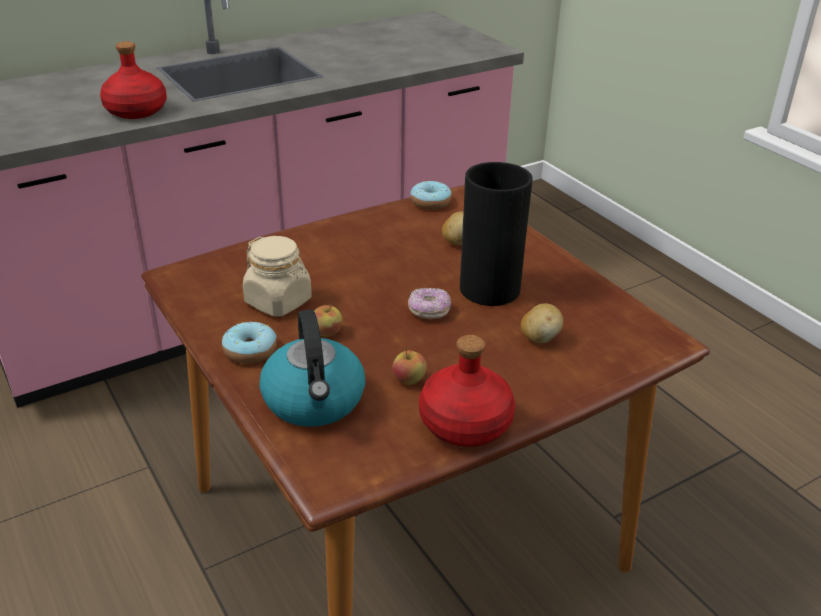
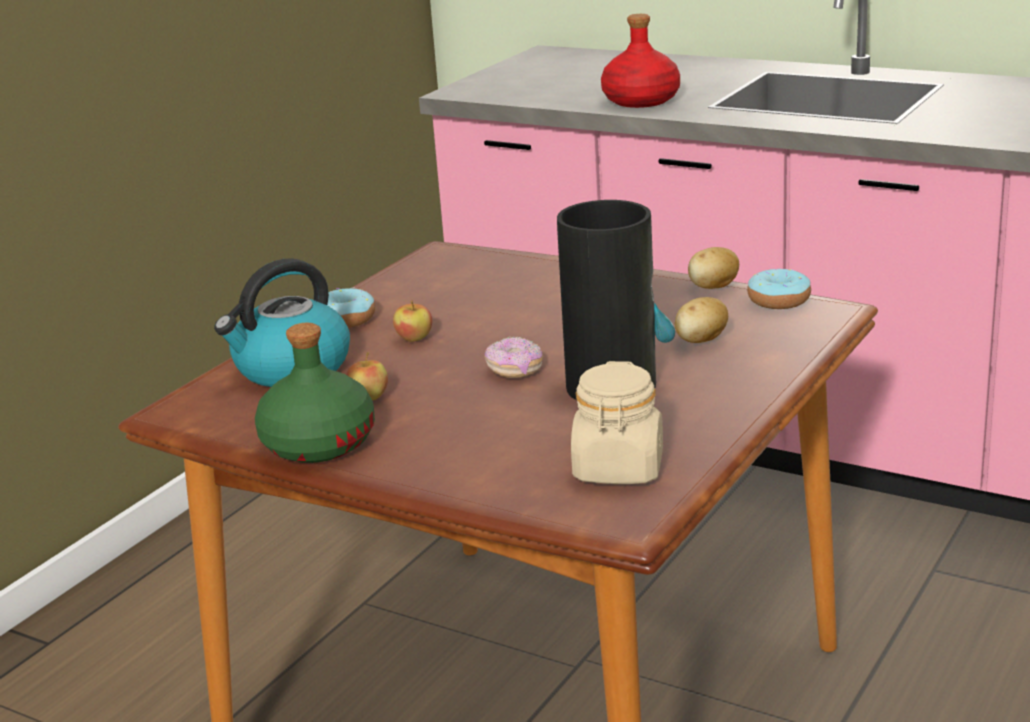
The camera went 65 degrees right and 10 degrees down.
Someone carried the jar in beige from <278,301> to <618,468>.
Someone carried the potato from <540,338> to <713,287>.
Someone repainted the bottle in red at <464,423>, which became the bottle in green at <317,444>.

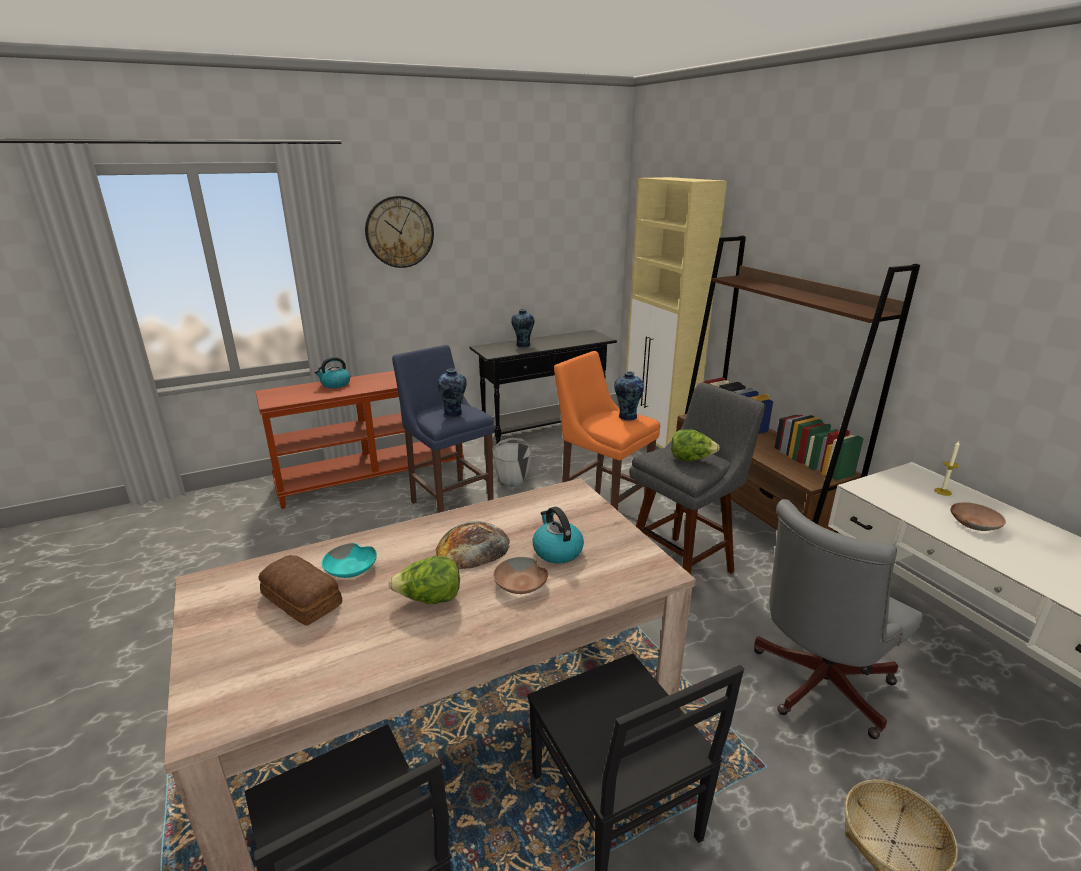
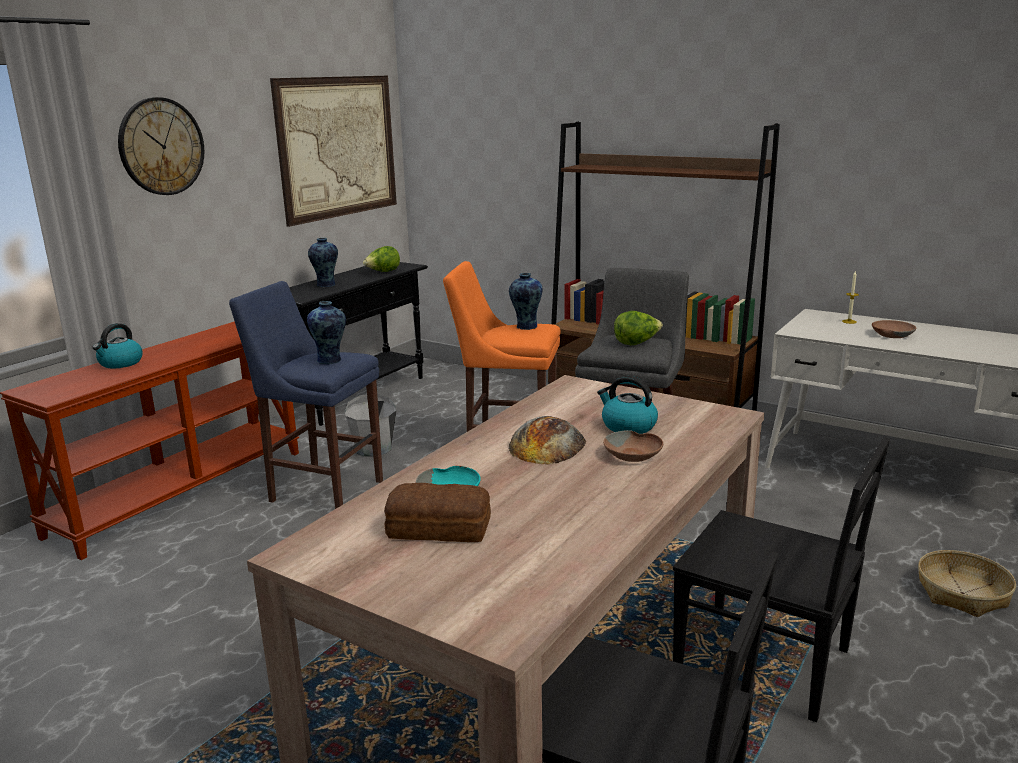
The camera went 30 degrees left and 5 degrees down.
Someone took away the cabinet in beige at <657,449>.
Someone took away the office chair in grey at <815,686>.
Someone put up the picture at <338,147>.
Someone carried the lettuce from <429,599> to <383,272>.

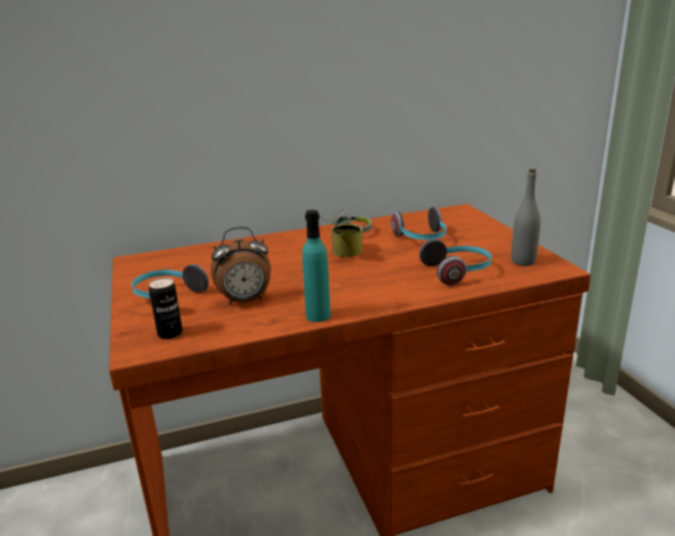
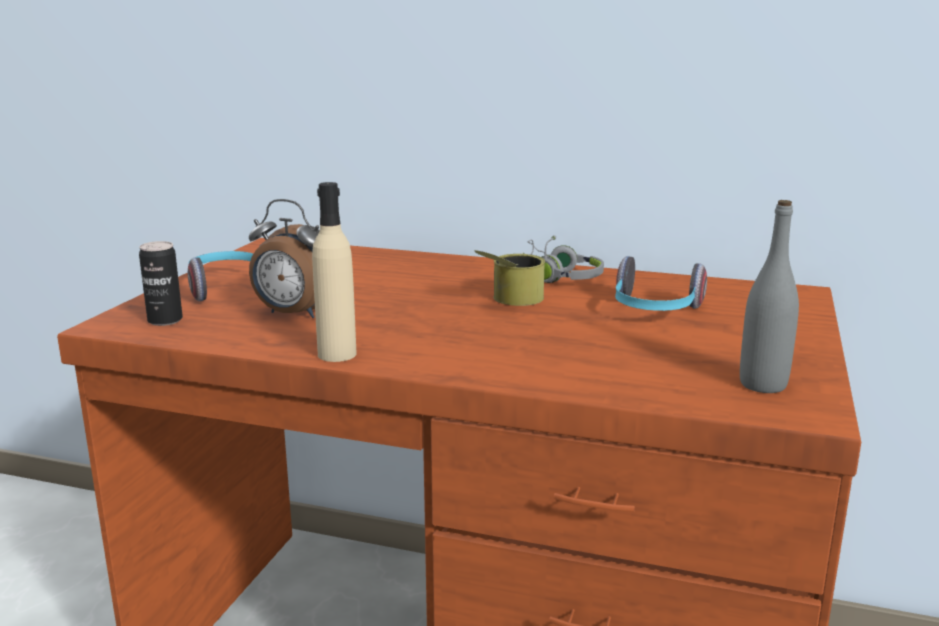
The camera went 35 degrees right and 5 degrees down.
Someone took away the headphones at <458,272>.
Someone repainted the bottle in turquoise at <318,316>, which became the bottle in beige at <337,354>.

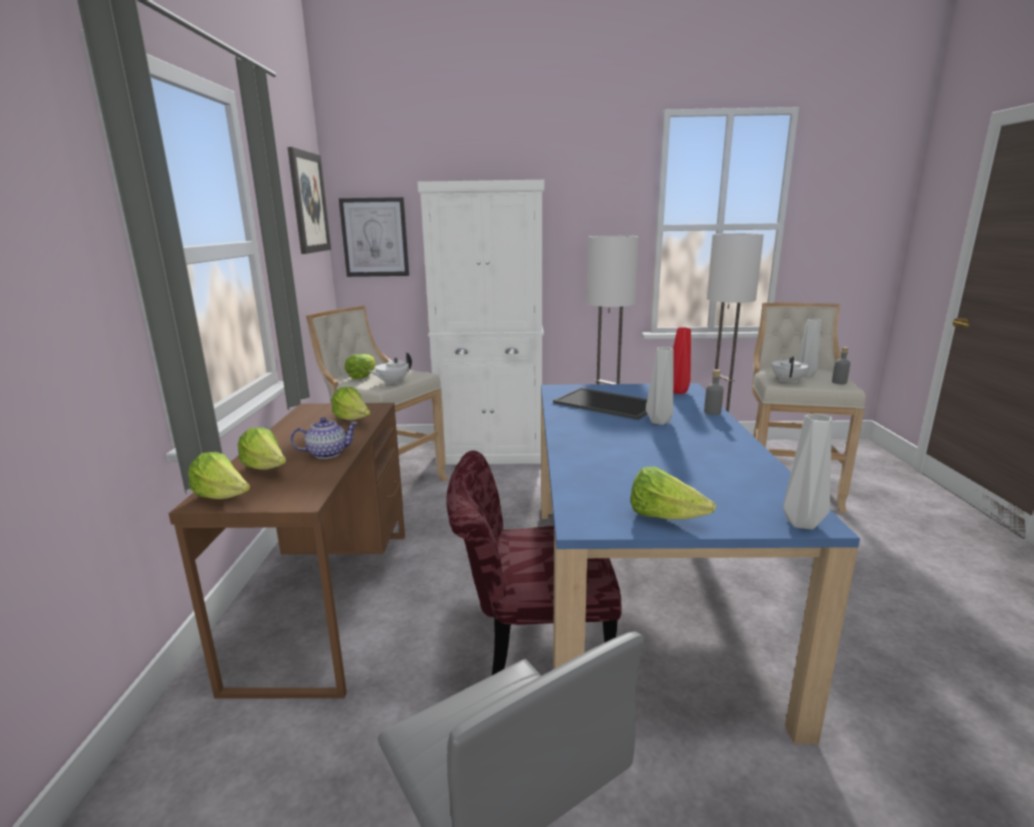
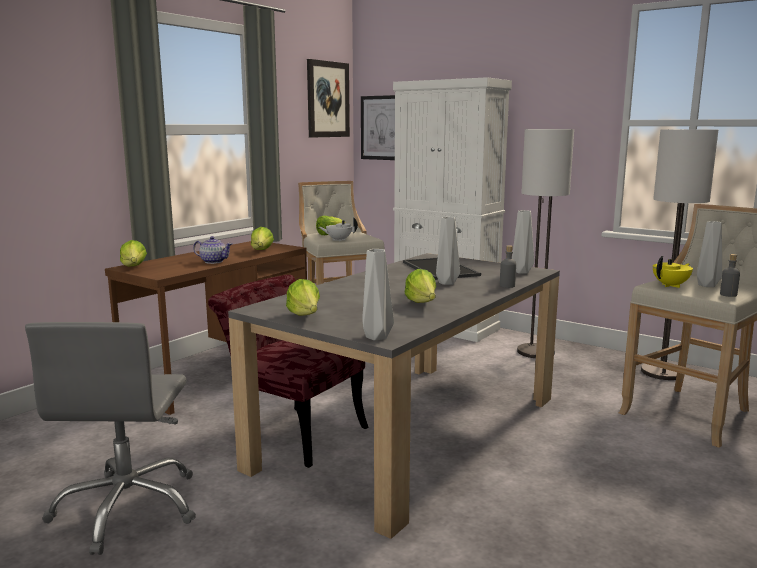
The camera went 35 degrees right and 5 degrees down.
Someone carried the lettuce from <266,469> to <422,304>.
Someone repainted the dining table in blue at <638,592>, which became the dining table in grey at <411,430>.
Someone repainted the vase in red at <679,392>, which became the vase in grey at <521,272>.
Someone repainted the teapot in white at <788,381>, which became the teapot in yellow at <671,285>.

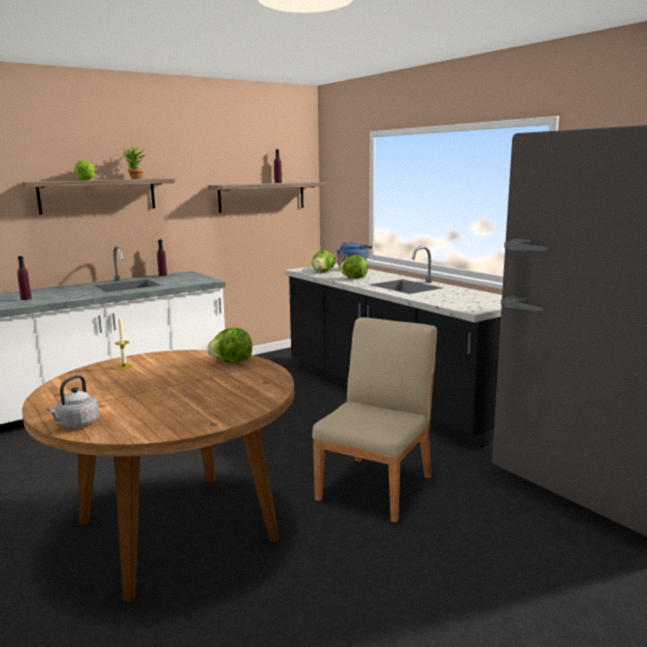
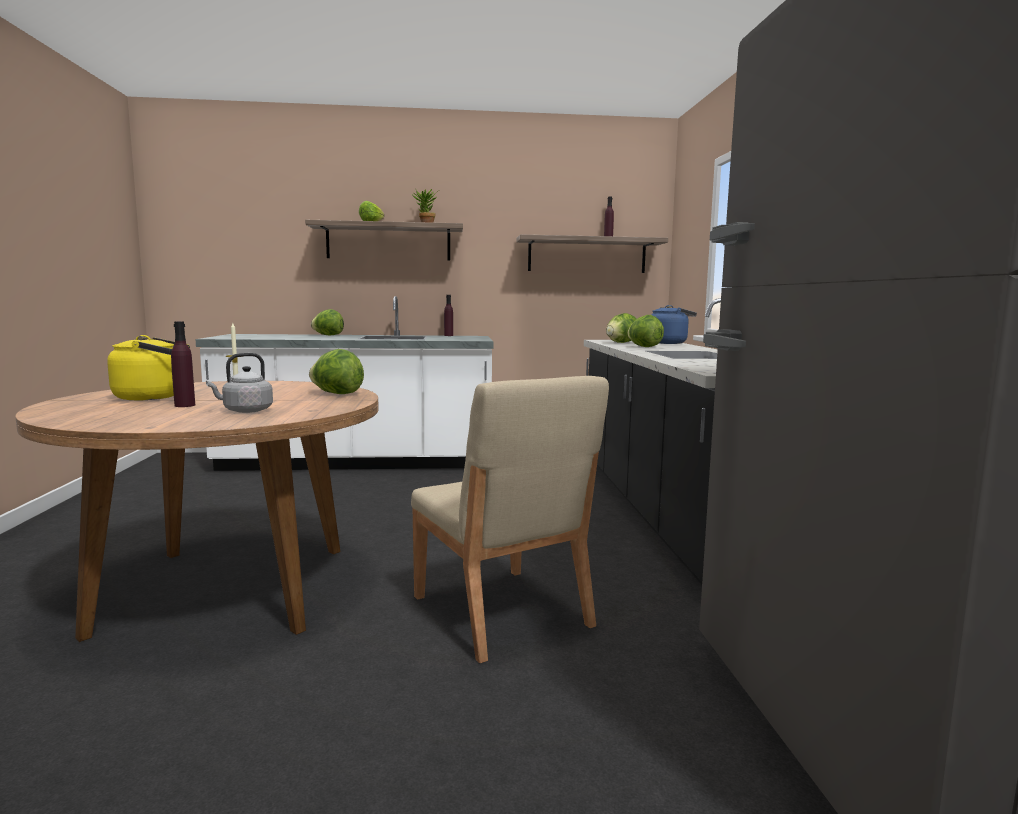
The camera went 30 degrees right and 5 degrees down.
Someone put down the kettle in yellow at <154,397>.
Someone put down the lettuce at <328,335>.
Someone carried the bottle in purple from <26,299> to <185,405>.
Someone carried the kettle in grey from <76,424> to <245,411>.
Someone rotated the chair in beige at <376,487> by 90 degrees clockwise.

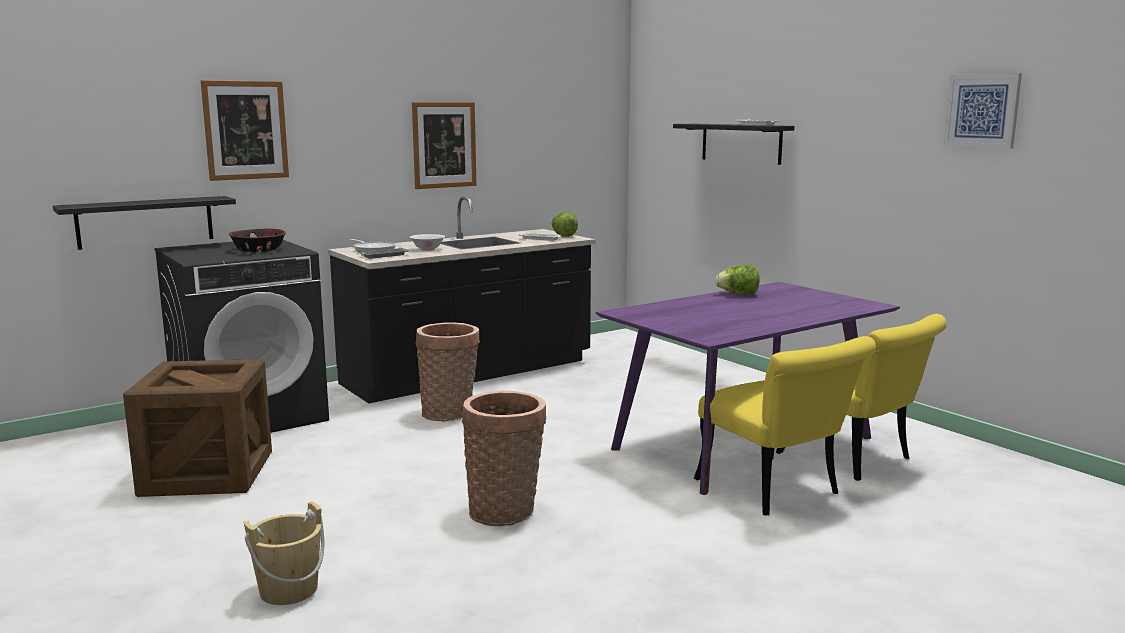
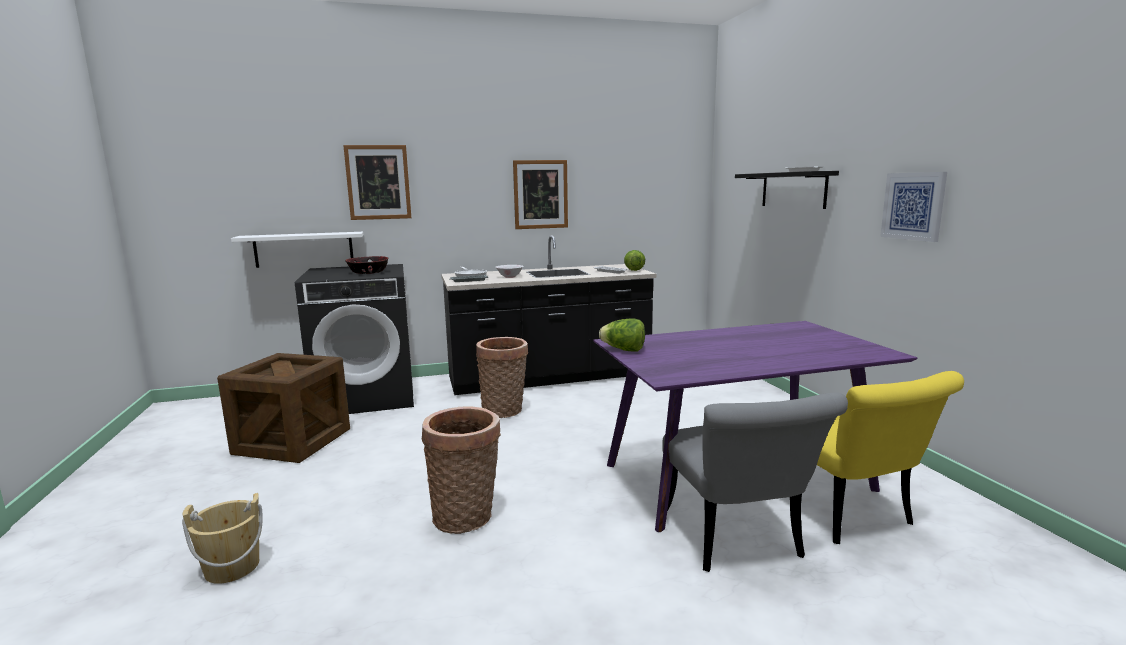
The camera went 20 degrees right and 0 degrees up.
Someone carried the lettuce from <738,294> to <623,350>.
Someone carried the picture from <982,111> to <913,206>.
Someone repainted the shelf in black at <145,222>, which became the shelf in white at <304,249>.
Someone repainted the chair in yellow at <777,491>, which became the chair in grey at <737,542>.

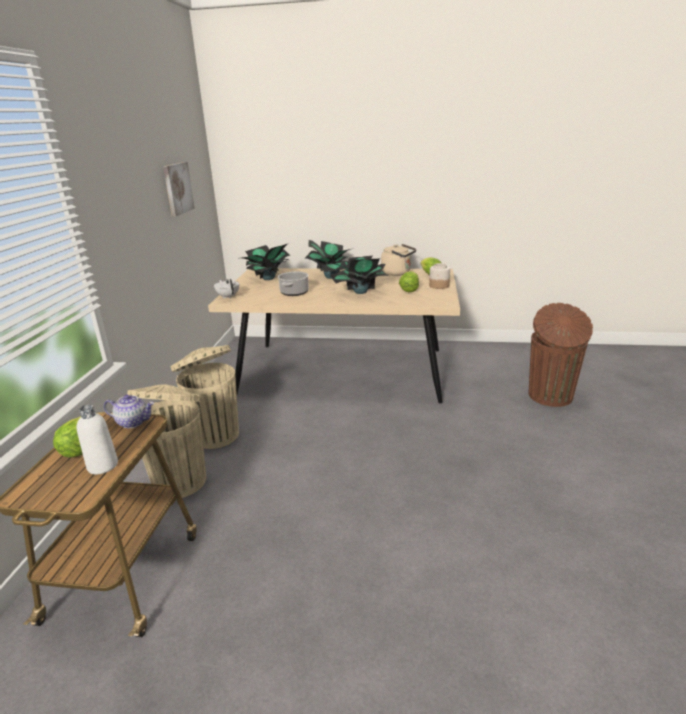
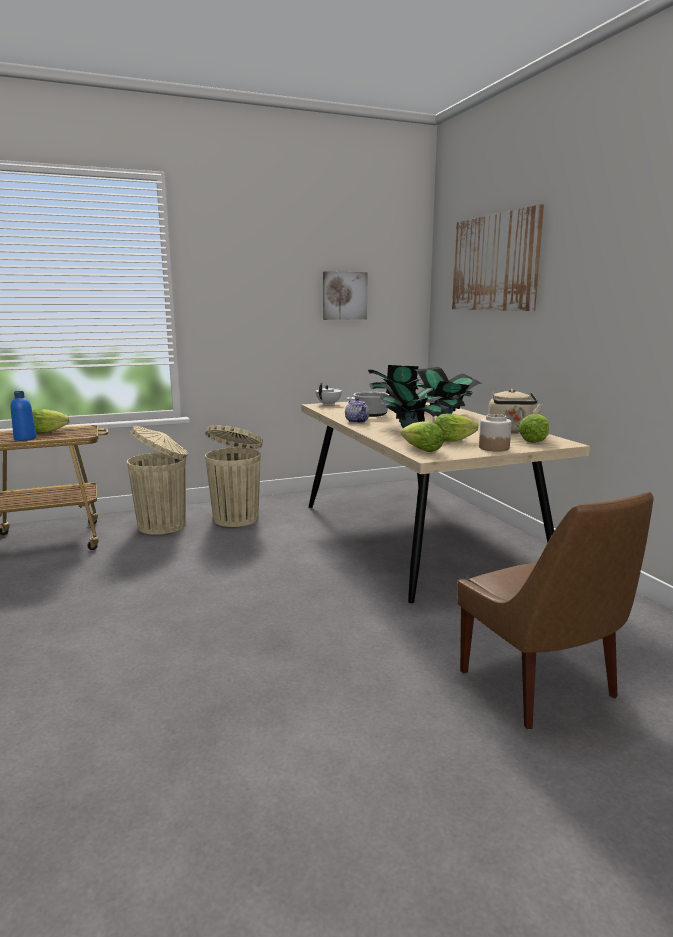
The camera went 60 degrees right and 10 degrees down.
Someone put down the lettuce at <422,450>.
Someone put up the picture at <494,263>.
Someone carried the teapot from <133,422> to <357,421>.
Someone swapped the trash can in brown at <550,396> for the chair in brown at <540,687>.
Someone repainted the bottle in white at <103,466>, which became the bottle in blue at <25,438>.

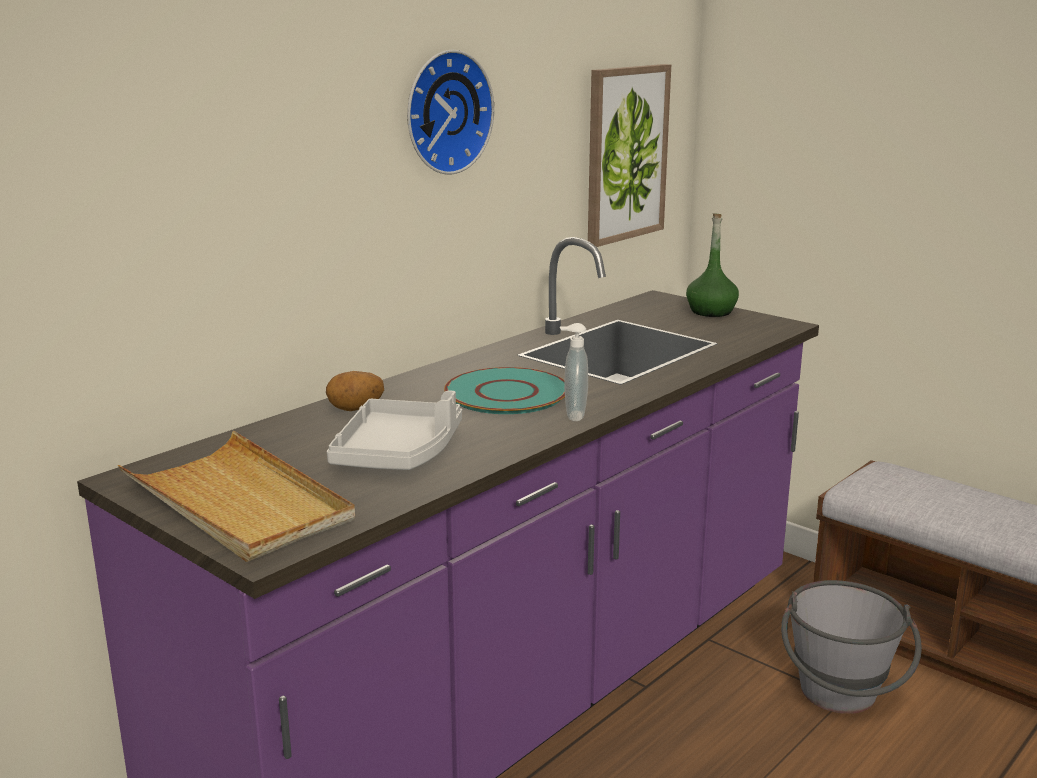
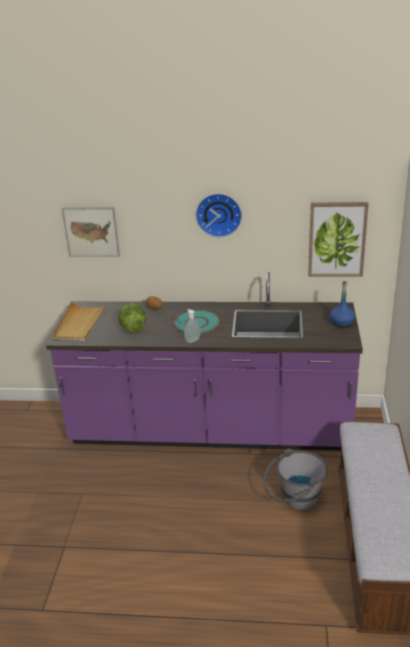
The camera went 55 degrees right and 10 degrees up.
Someone put up the picture at <91,231>.
Someone swapped the tray in grey at <399,453> for the lettuce at <132,328>.
Someone repainted the bottle in green at <711,311>, which became the bottle in blue at <342,323>.

